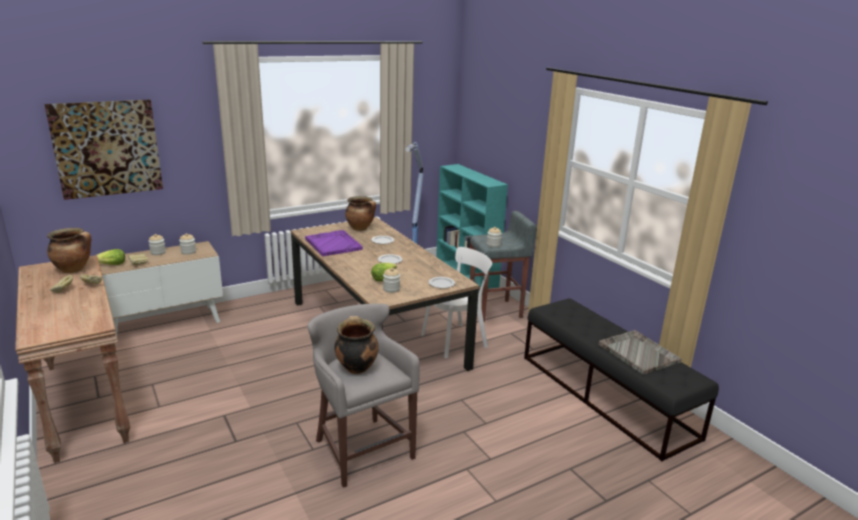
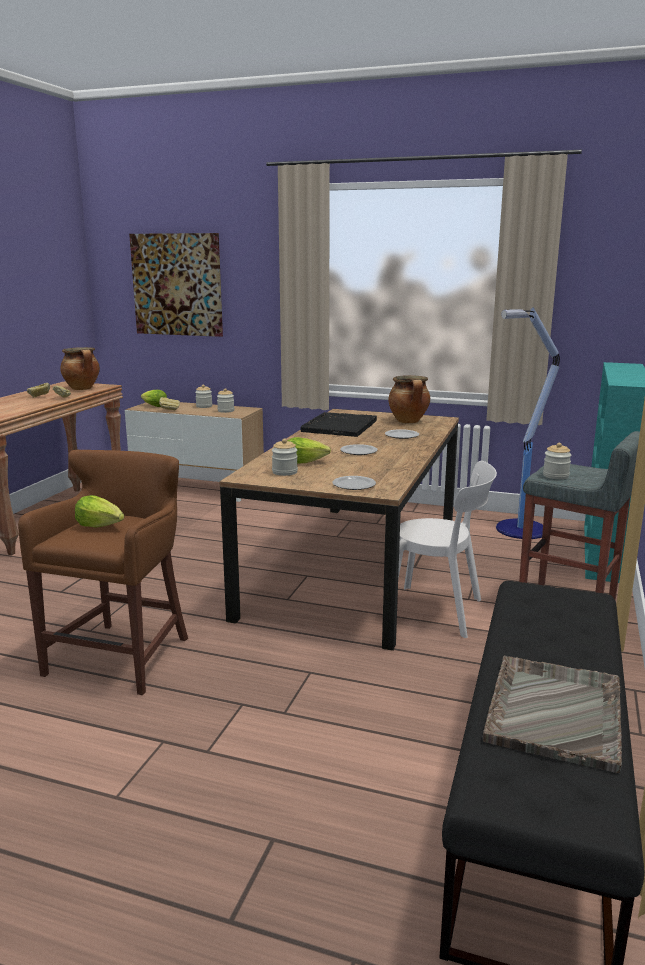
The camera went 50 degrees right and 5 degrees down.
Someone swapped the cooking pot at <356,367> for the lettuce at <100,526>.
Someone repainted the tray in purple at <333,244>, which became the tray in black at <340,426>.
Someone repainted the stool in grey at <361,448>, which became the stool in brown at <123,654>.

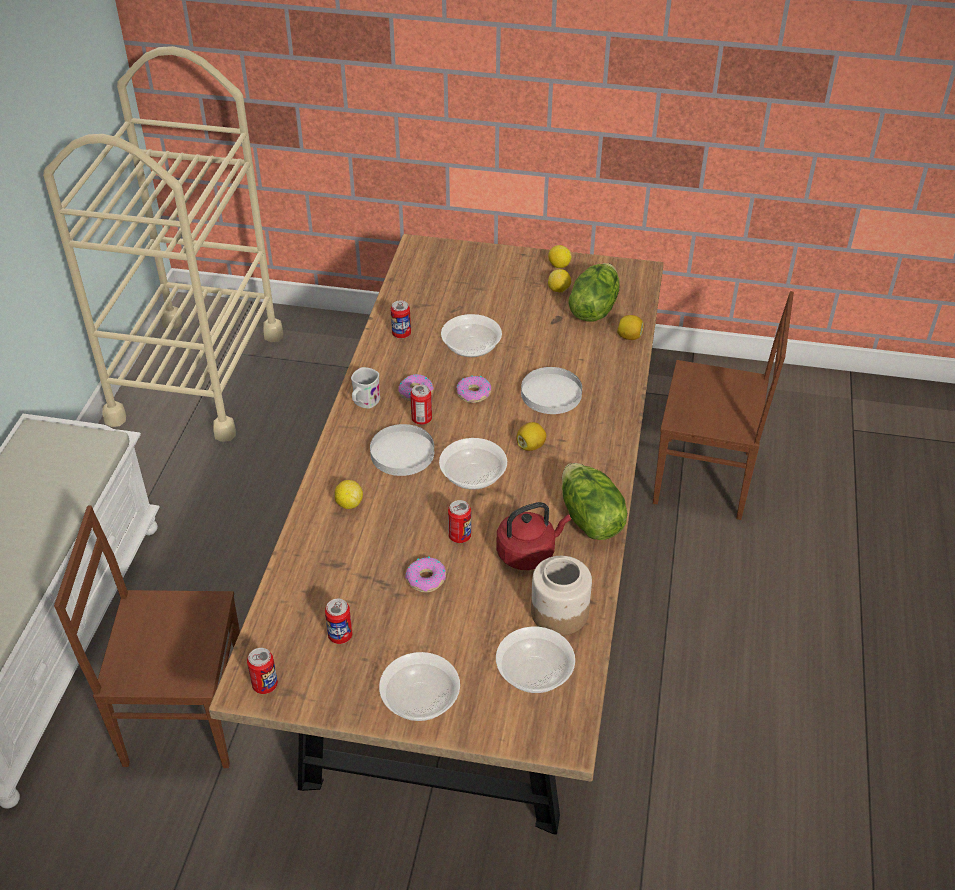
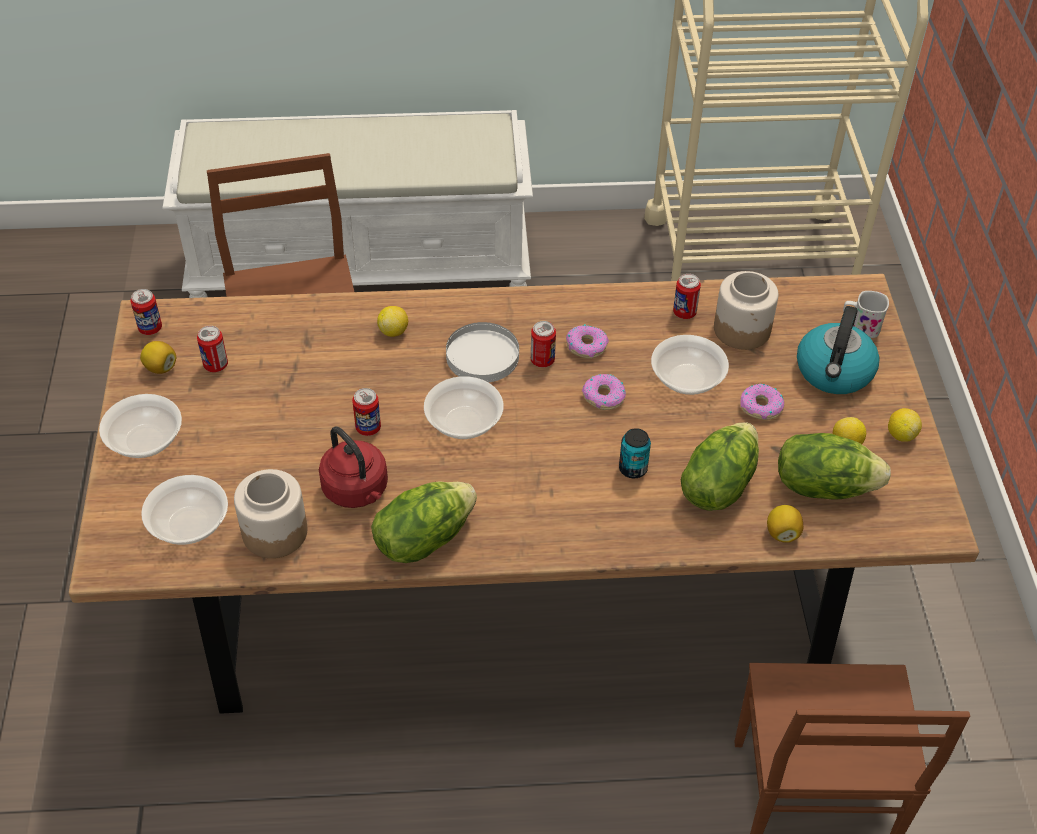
The camera went 75 degrees right and 5 degrees up.
Someone put down the lettuce at <717,485>.
Someone put down the jar at <742,329>.
Someone put down the kettle at <834,372>.
Someone carried the mug in white from <364,403> to <860,327>.
Someone carried the donut from <426,579> to <760,407>.
Someone carried the lemon from <531,446> to <160,367>.
Someone swapped the plate in white at <551,393> for the can at <633,469>.

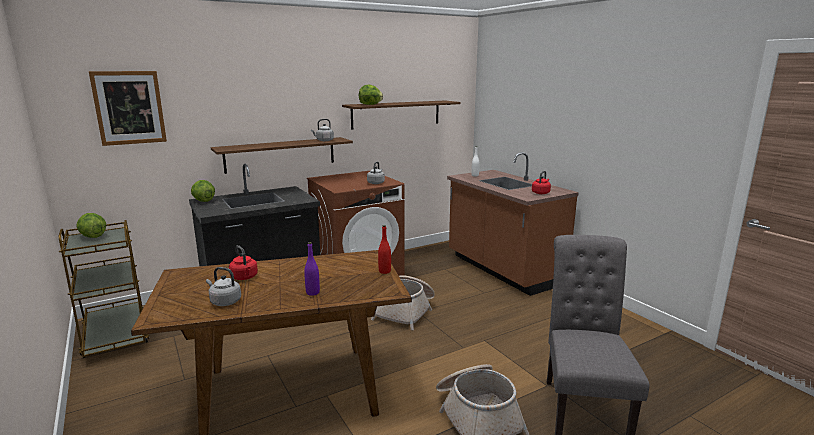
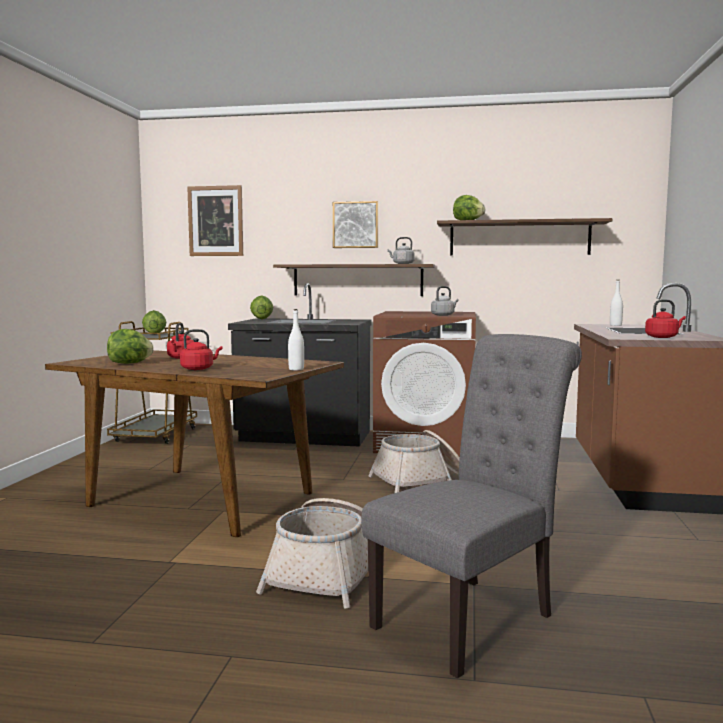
The camera went 40 degrees right and 10 degrees down.
Someone put up the picture at <355,225>.
Someone swapped the kettle in grey at <224,302> for the lettuce at <130,363>.
Someone swapped the bottle in purple at <312,293> for the kettle in red at <199,369>.
Someone repainted the bottle in red at <384,271>, which became the bottle in white at <296,369>.

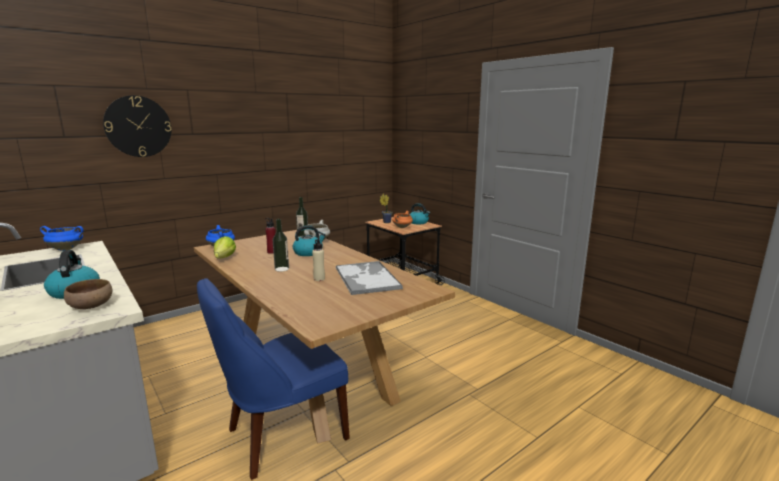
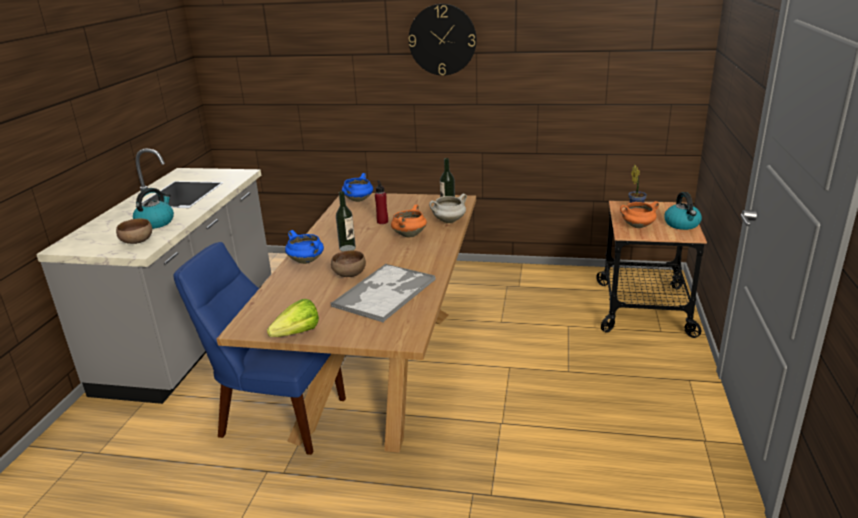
The camera went 50 degrees right and 10 degrees up.
Someone carried the cooking pot in blue from <67,249> to <307,261>.
Someone carried the wall clock from <138,126> to <442,40>.
Someone carried the lettuce from <222,259> to <293,335>.
Someone swapped the kettle at <308,252> for the cooking pot in orange at <409,235>.
Someone swapped the bottle in beige at <319,279> for the bowl in brown at <349,274>.

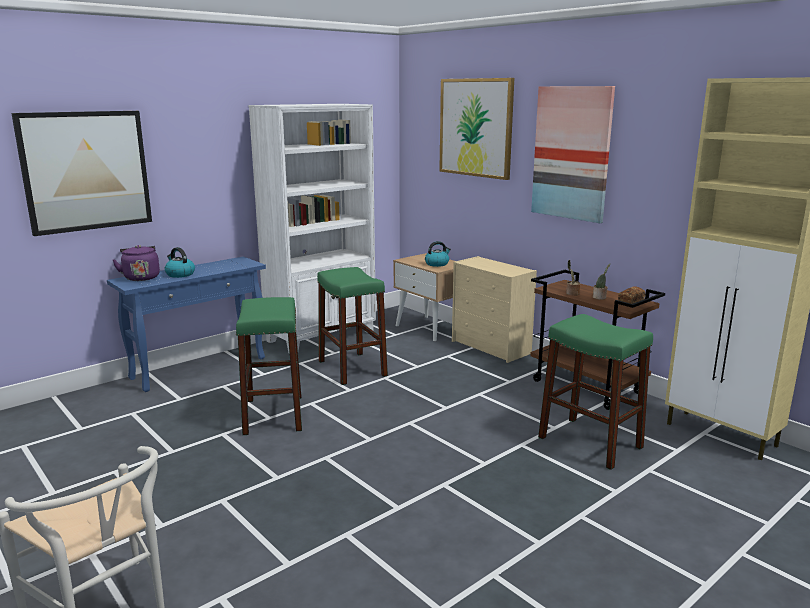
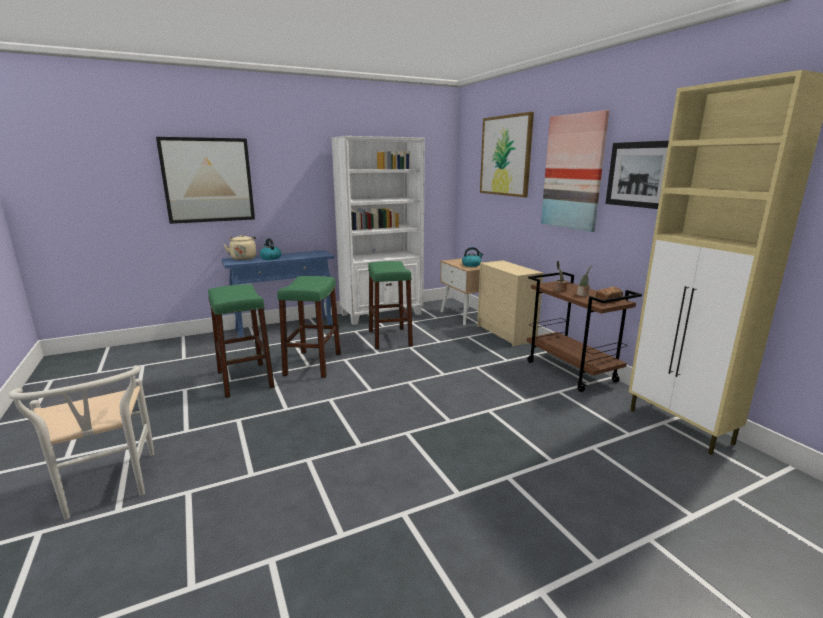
The camera went 15 degrees right and 0 degrees up.
Someone put up the picture at <639,174>.
Someone carried the stool in green from <590,442> to <245,380>.
Someone repainted the kettle in purple at <141,277>, which became the kettle in beige at <243,258>.

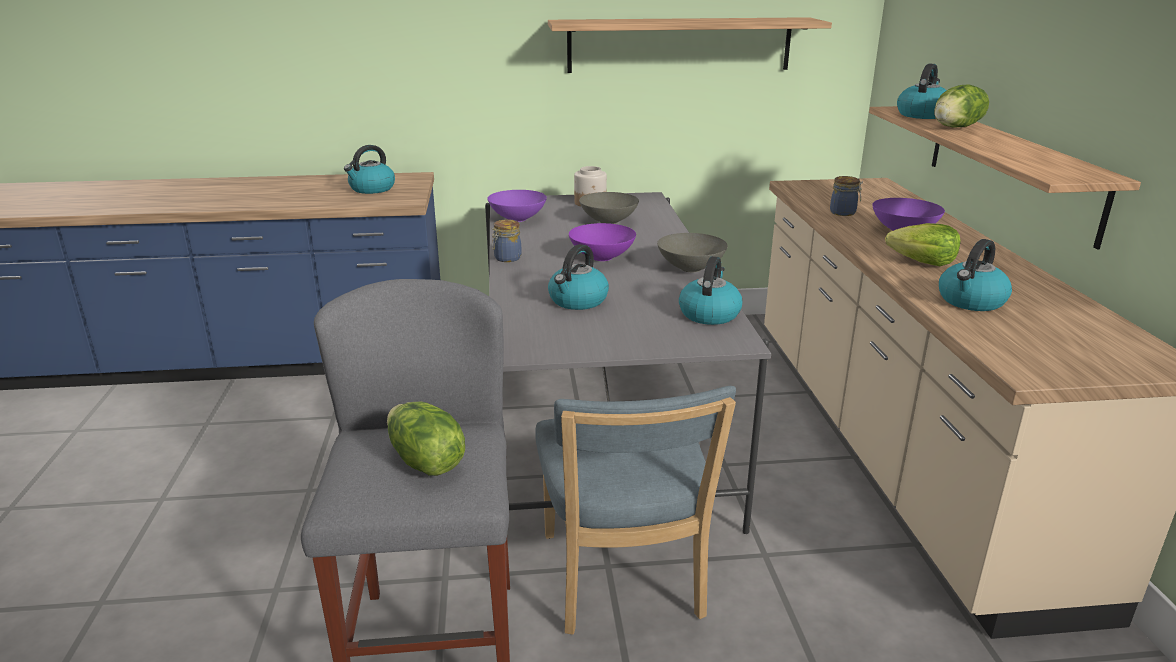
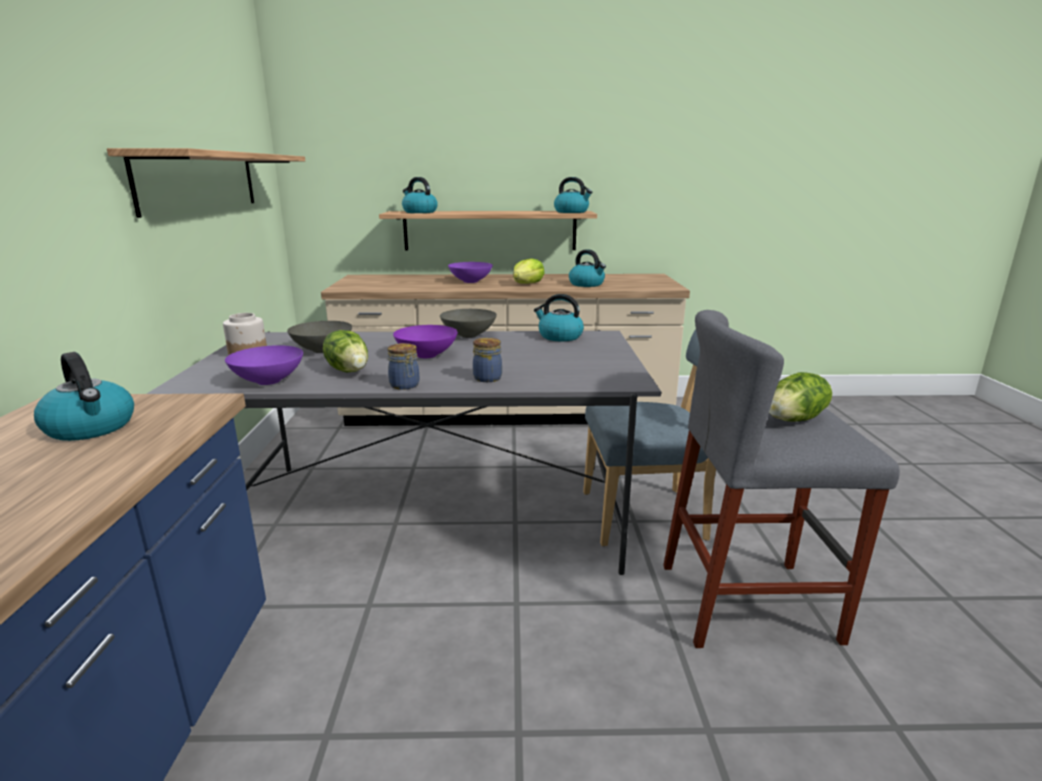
The camera went 85 degrees left and 5 degrees down.
Someone carried the kettle from <578,301> to <572,212>.
Someone carried the jar from <844,213> to <488,378>.
Someone carried the lettuce from <957,127> to <349,370>.

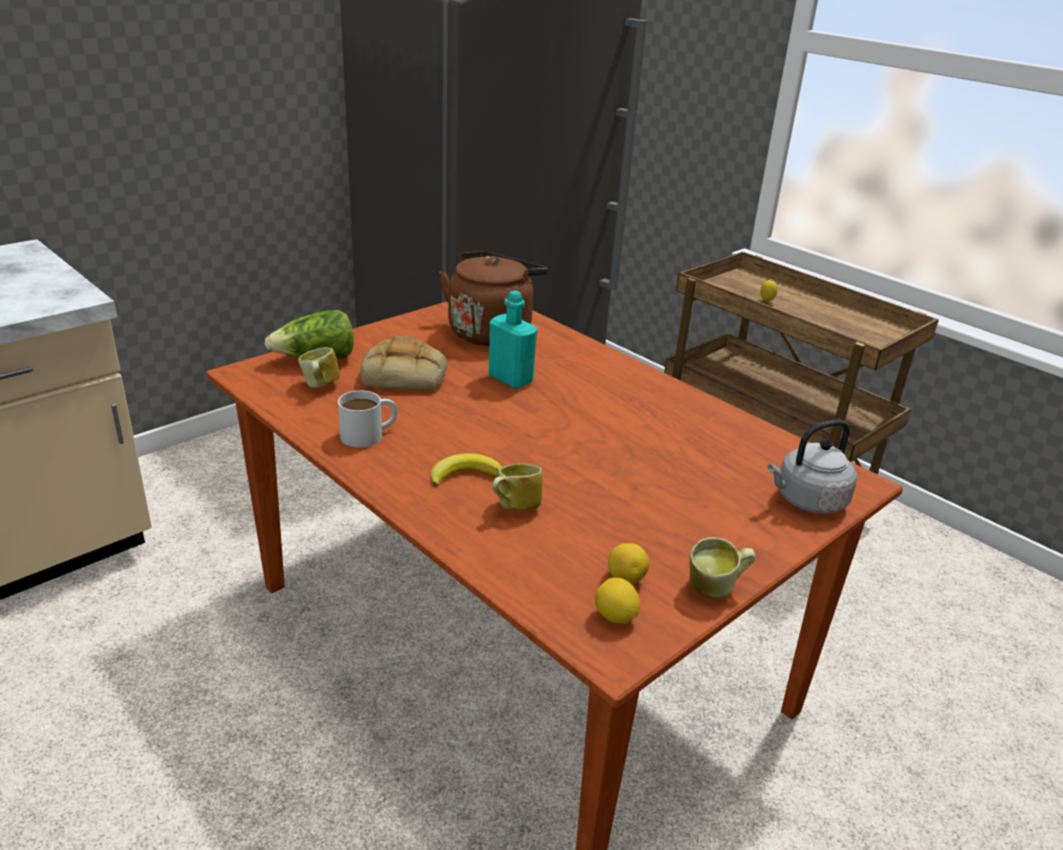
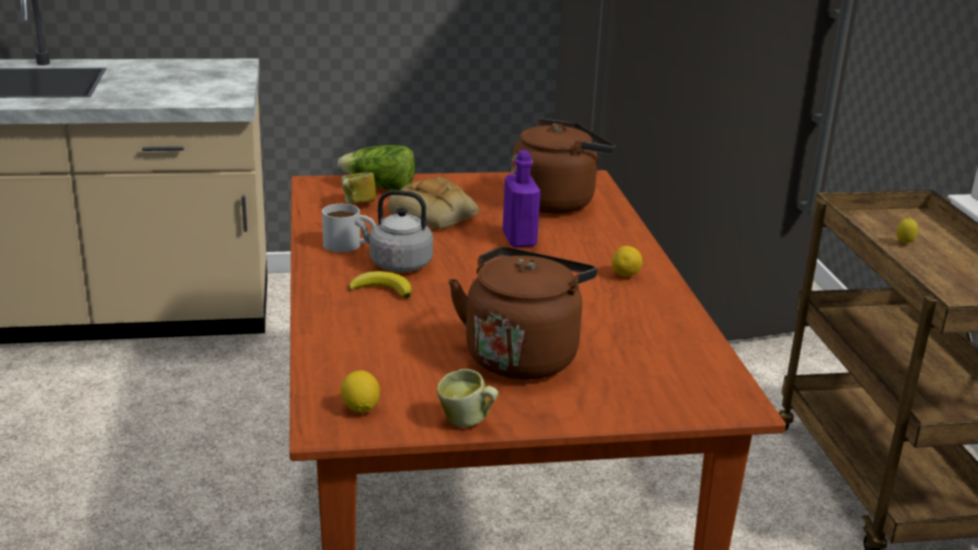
The camera went 35 degrees right and 5 degrees down.
Someone took away the mug at <514,508>.
Someone put down the kettle in brown at <522,355>.
Someone carried the lemon from <625,579> to <625,275>.
Someone carried the kettle in grey from <807,501> to <397,264>.
Someone repainted the bottle in turquoise at <510,379>, which became the bottle in purple at <519,239>.

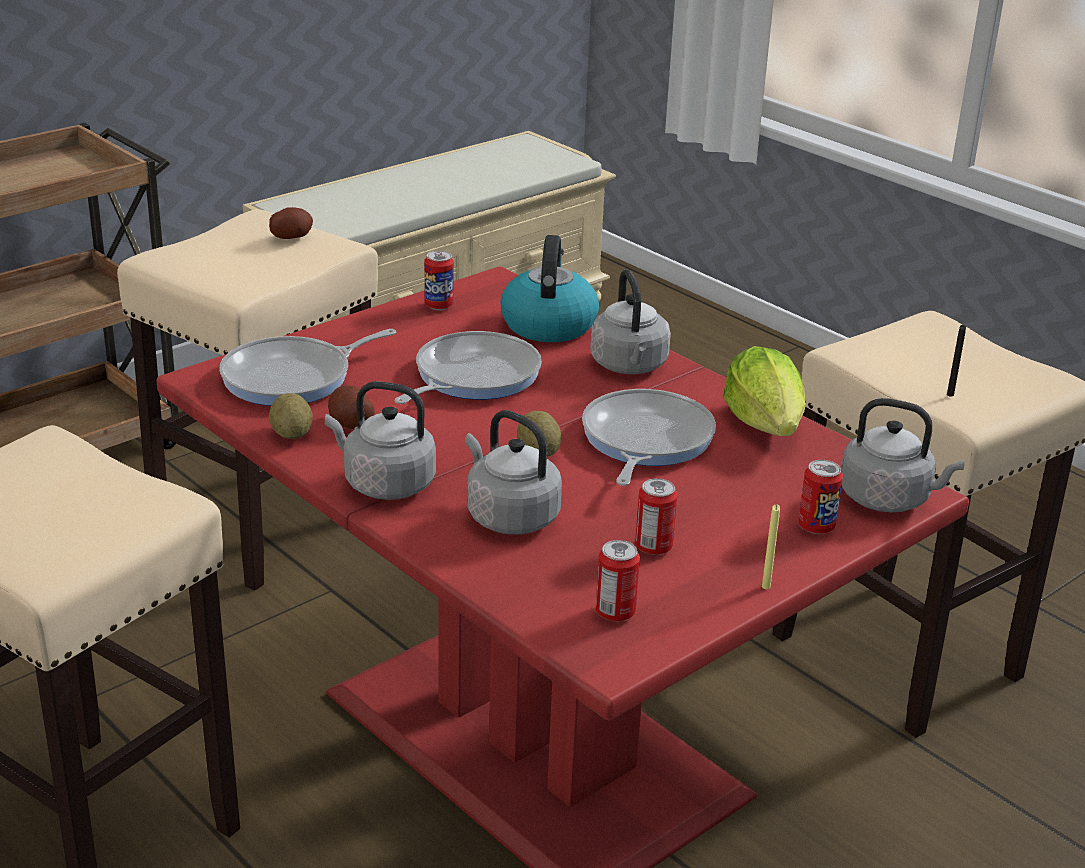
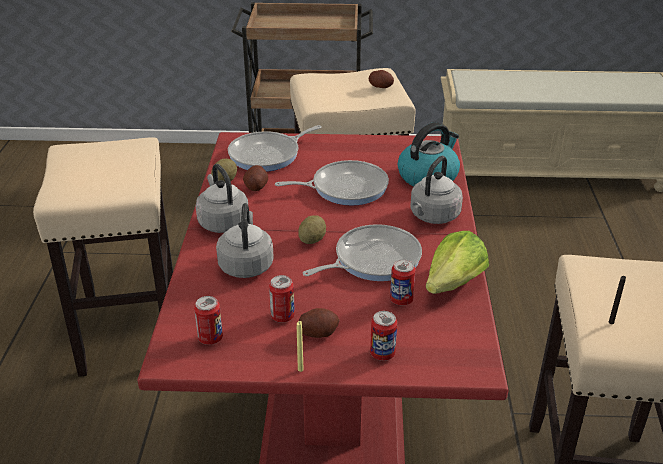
The camera went 45 degrees right and 5 degrees up.
Someone took away the kettle in grey at <889,499>.
Someone put down the potato at <318,332>.
Someone carried the can from <438,306> to <401,300>.
Someone rotated the frying pan at <294,378> by 45 degrees counterclockwise.

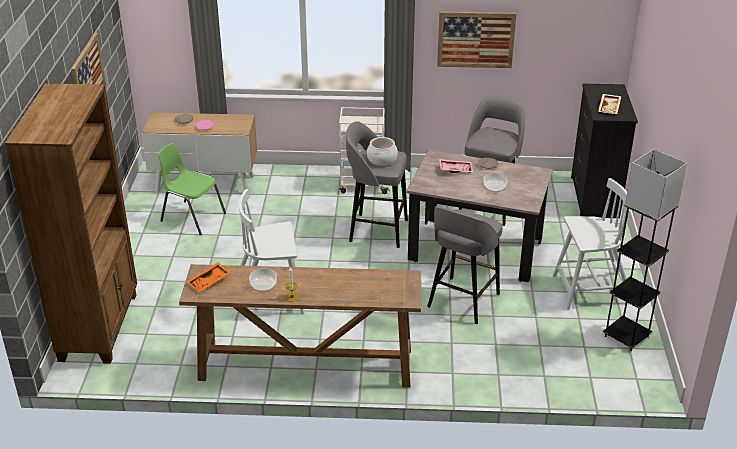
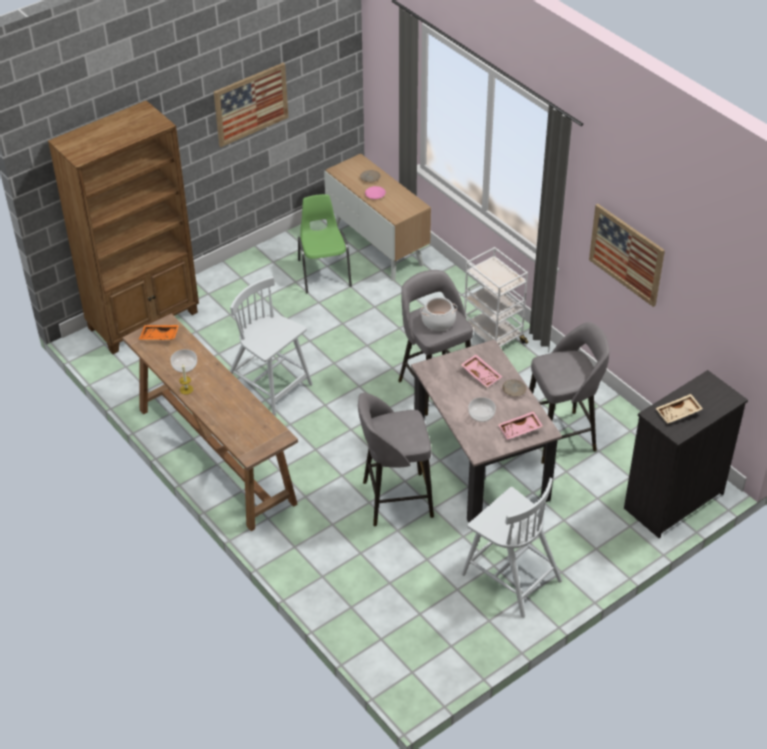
The camera went 50 degrees right and 10 degrees up.
Someone took away the floor lamp in grey at <626,336>.
Someone put down the tray in pink at <520,430>.

